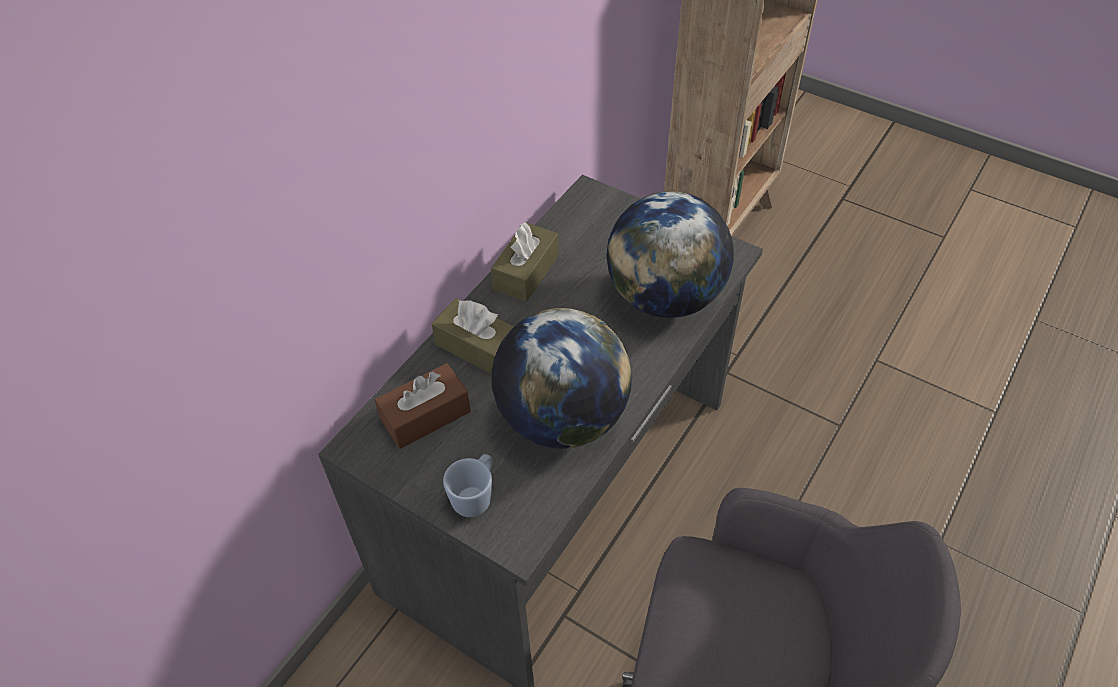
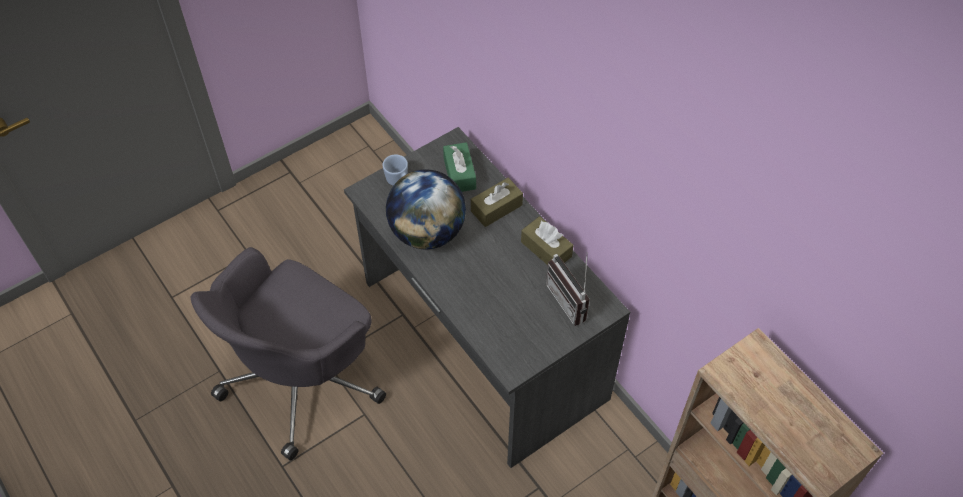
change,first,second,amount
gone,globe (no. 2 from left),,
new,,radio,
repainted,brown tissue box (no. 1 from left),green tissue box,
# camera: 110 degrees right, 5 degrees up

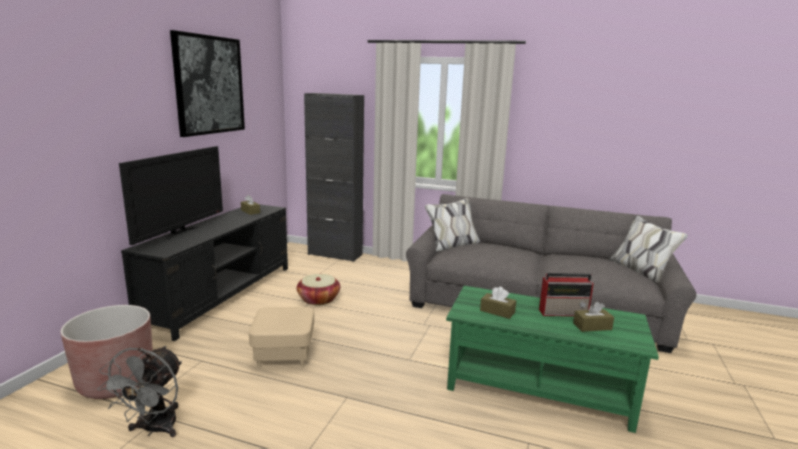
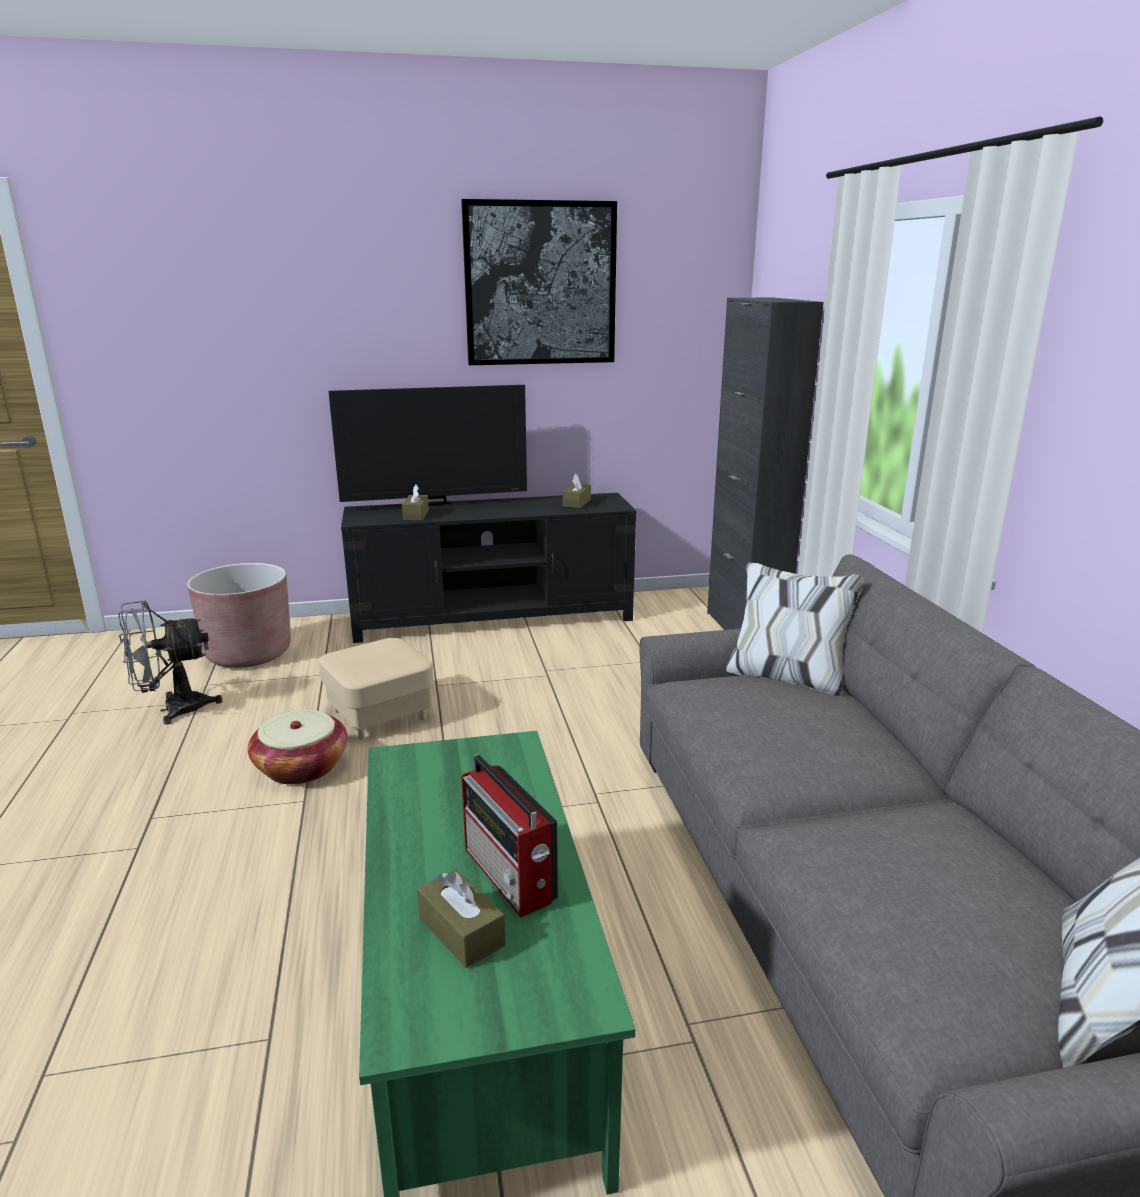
change,first,second,amount
shifted,basket,,
shifted,brown tissue box (no. 2 from left in the first image),brown tissue box (no. 1 from left),
# camera: 60 degrees right, 5 degrees up

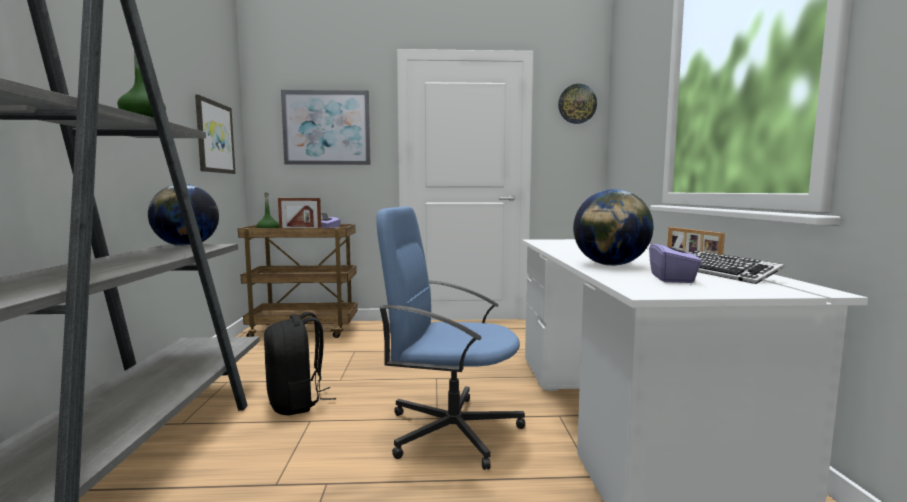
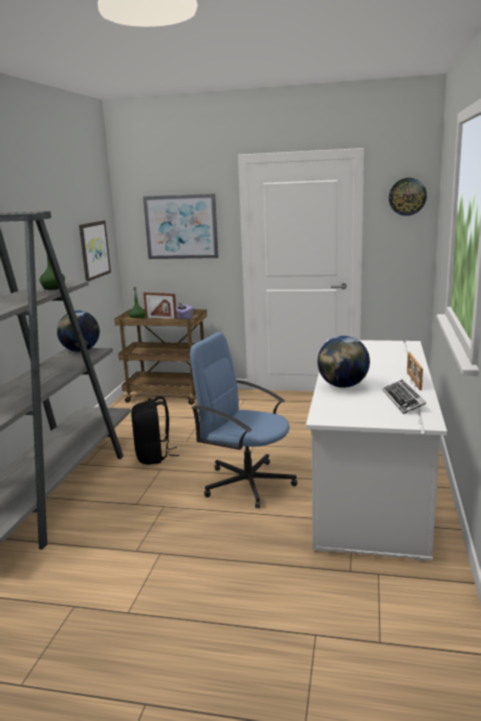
change,first,second,amount
gone,purple tissue box (no. 2 from left),,
# camera: 15 degrees right, 10 degrees up

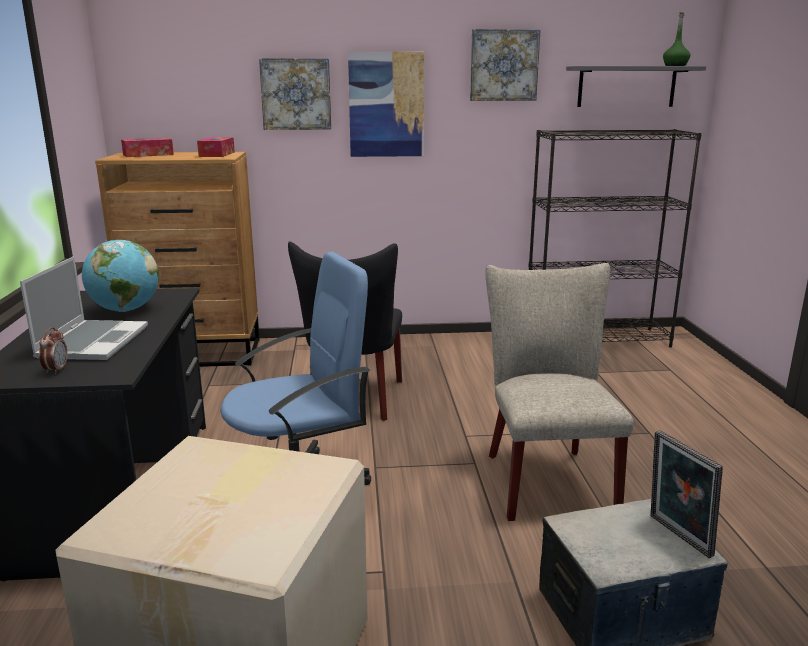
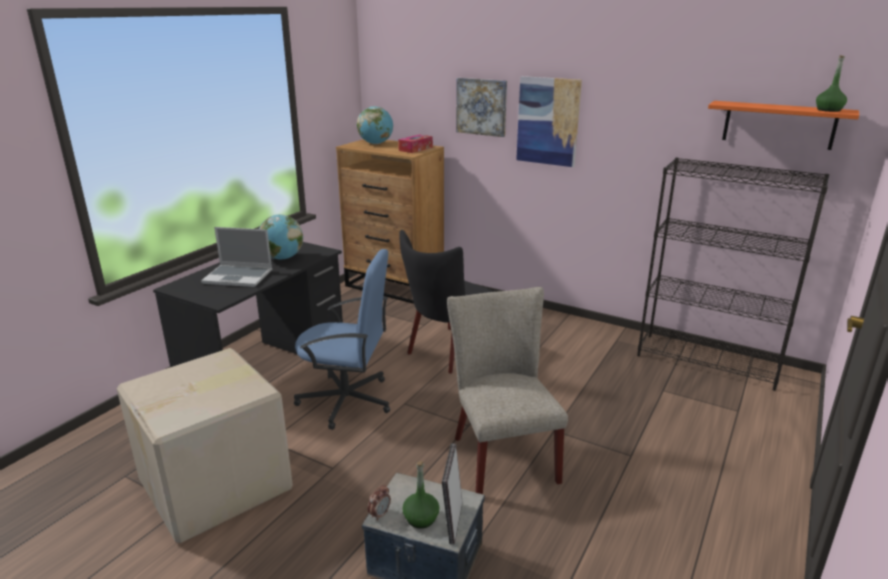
change,first,second,amount
gone,picture (no. 3 from left),,
new,,green bottle (no. 1 from left),
shifted,alarm clock,,
swapped,tissue box (no. 1 from left),globe (no. 2 from left),
repainted,grey shelf,orange shelf,
rotated,laptop,,60 degrees clockwise
rotated,beige chair,,45 degrees counterclockwise
# camera: 35 degrees right, 5 degrees up

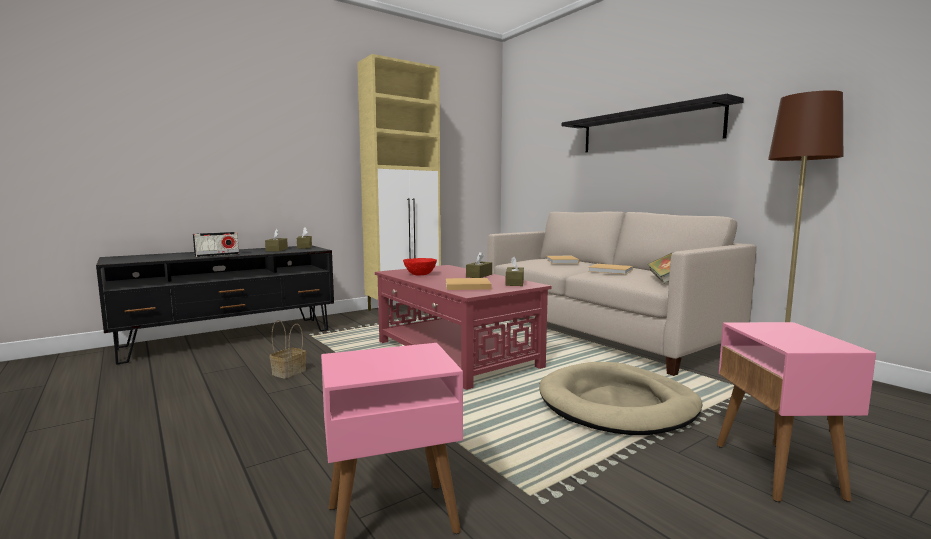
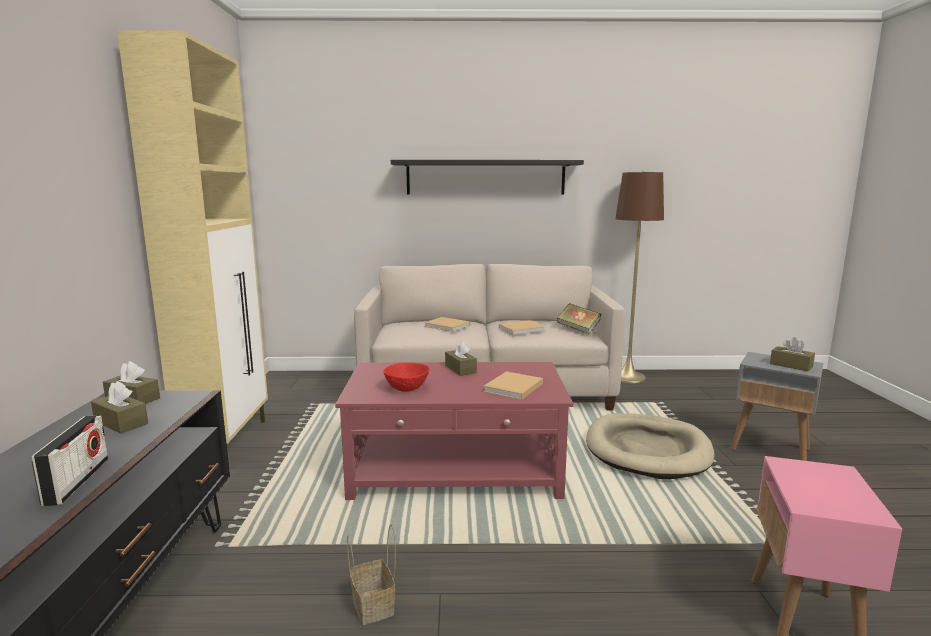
change,first,second,amount
shifted,brown tissue box (no. 4 from left),,
repainted,pink side table (no. 2 from left),grey side table,
# camera: 55 degrees left, 5 degrees up

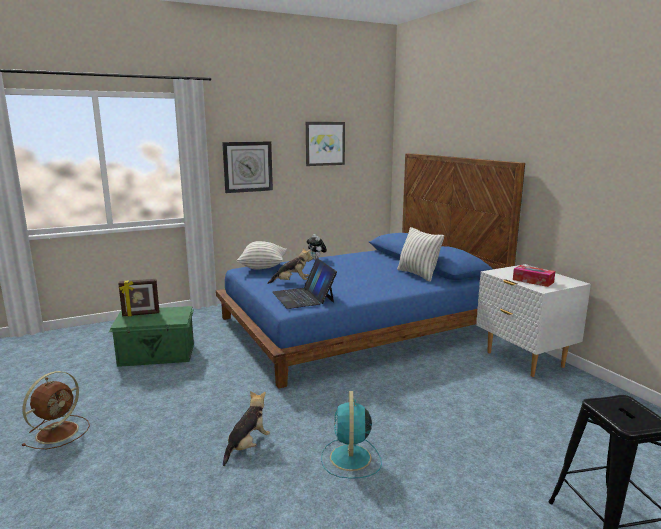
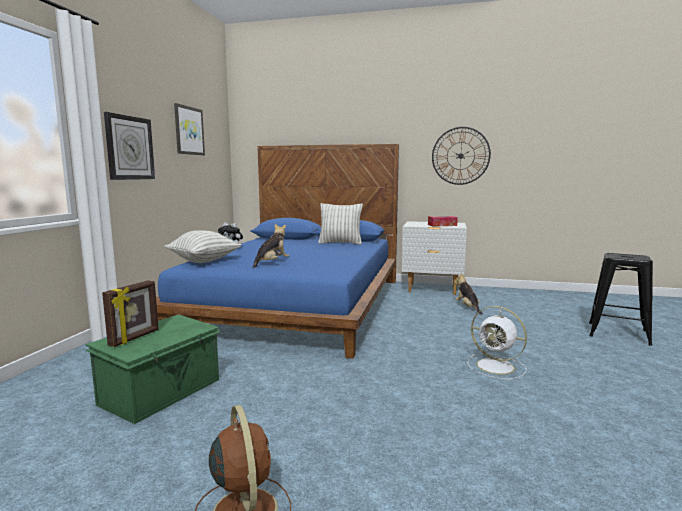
change,first,second,amount
gone,laptop,,
new,,wall clock (no. 2 from left),
shifted,plush toy (no. 1 from left in the first image),plush toy (no. 3 from left),
repainted,turquoise fan,white fan,
# camera: 50 degrees left, 5 degrees down

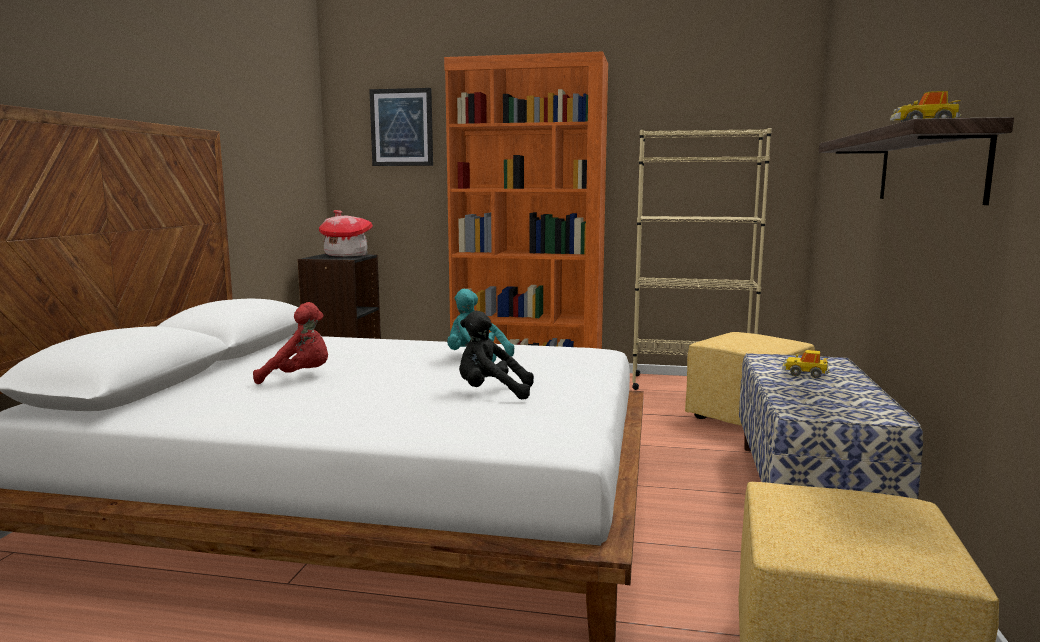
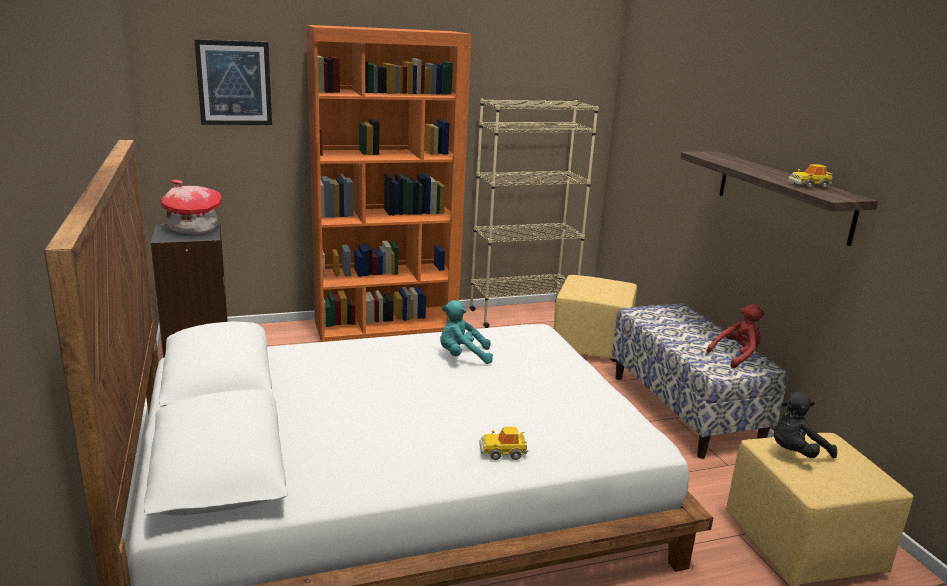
change,first,second,amount
shifted,red plush toy,,
shifted,black plush toy,,
shifted,toy car (no. 1 from left),,
# camera: 30 degrees left, 10 degrees up

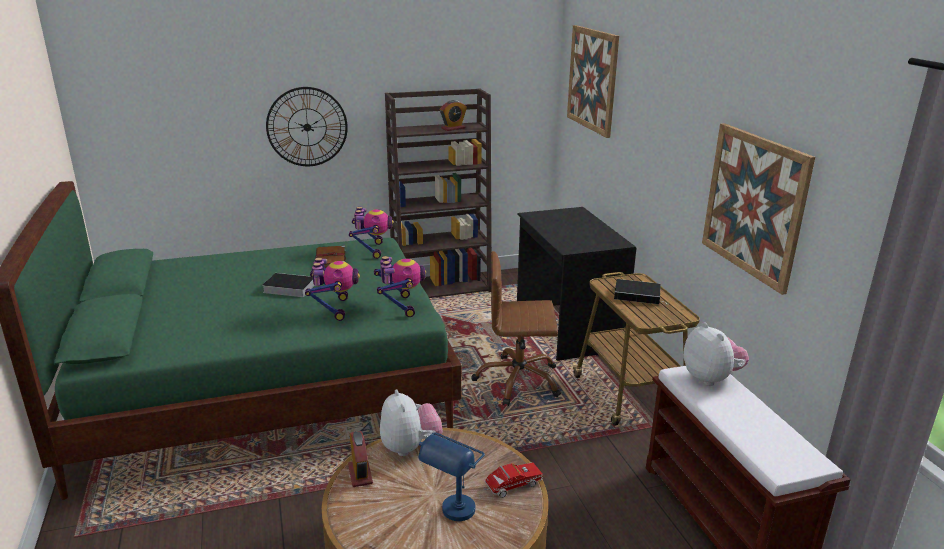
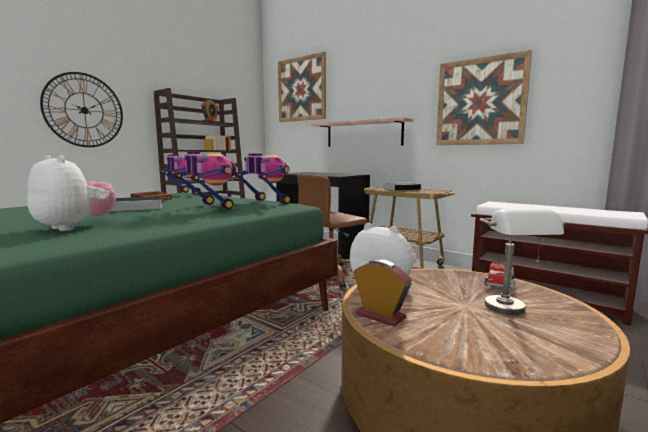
change,first,second,amount
new,,shelf,
shifted,plush toy (no. 2 from left in the first image),plush toy (no. 1 from left),
repainted,blue table lamp,grey table lamp,
# camera: 35 degrees left, 15 degrees down

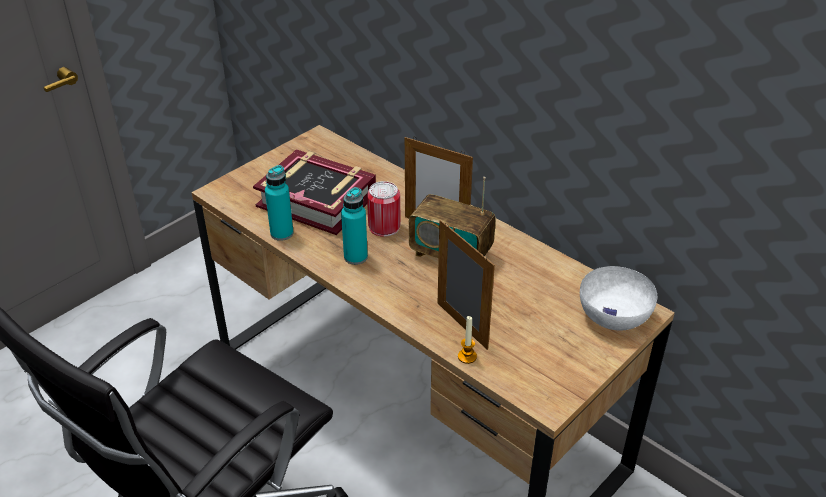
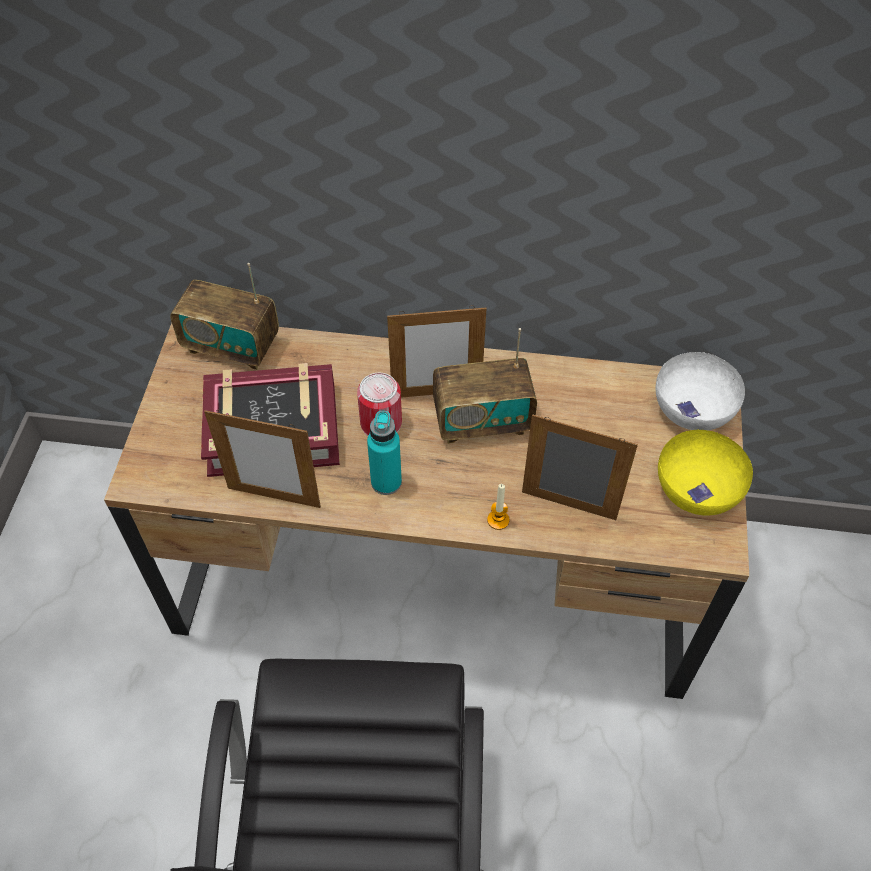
change,first,second,amount
new,,radio (no. 1 from left),
new,,yellow bowl,
shifted,candle,,
swapped,turquoise bottle (no. 1 from left),picture frame (no. 1 from left),
# camera: 35 degrees left, 15 degrees up

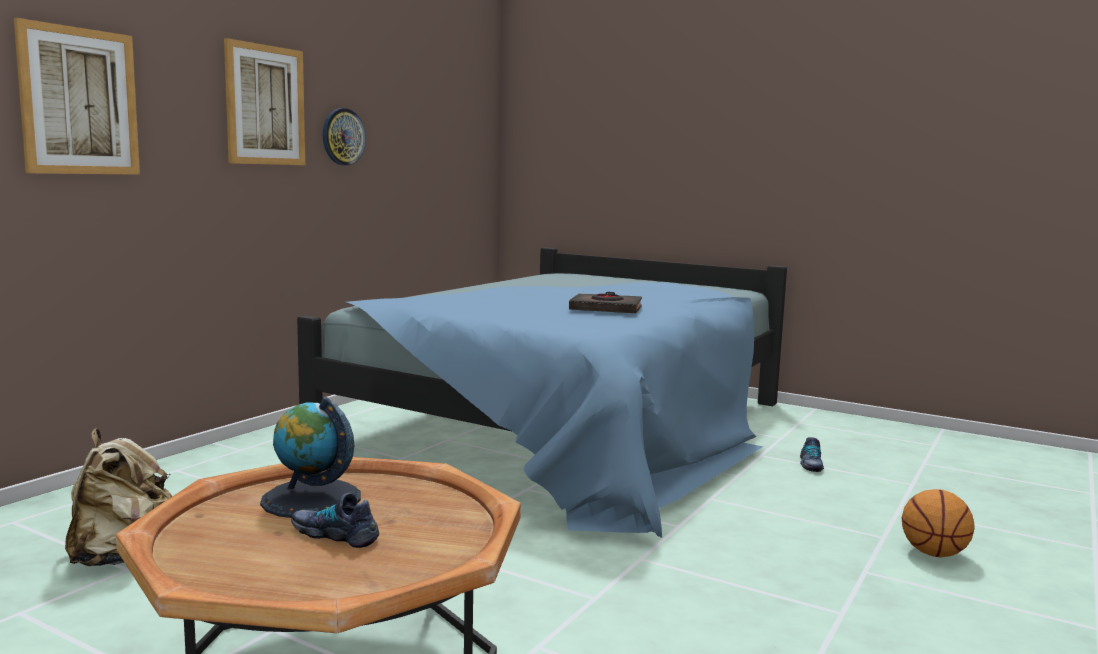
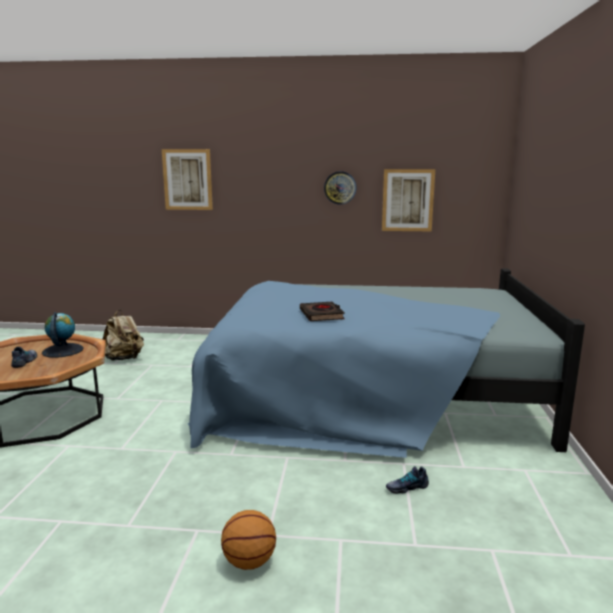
change,first,second,amount
shifted,picture (no. 2 from left),,
# camera: 65 degrees right, 5 degrees up

